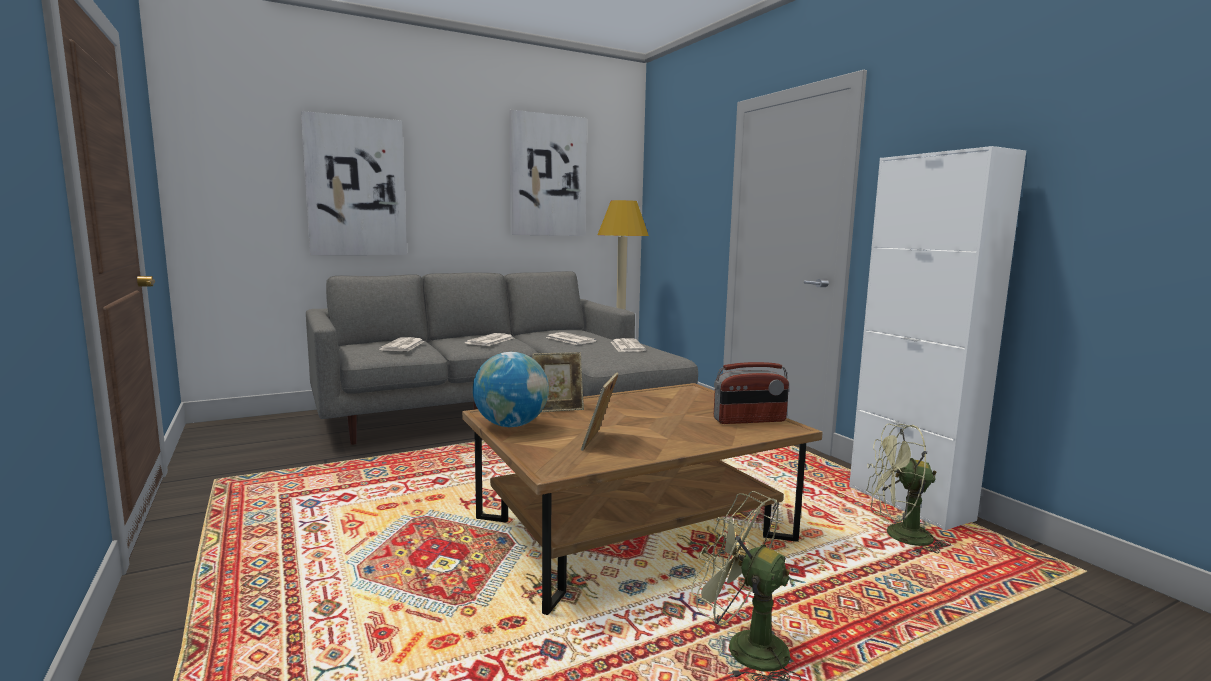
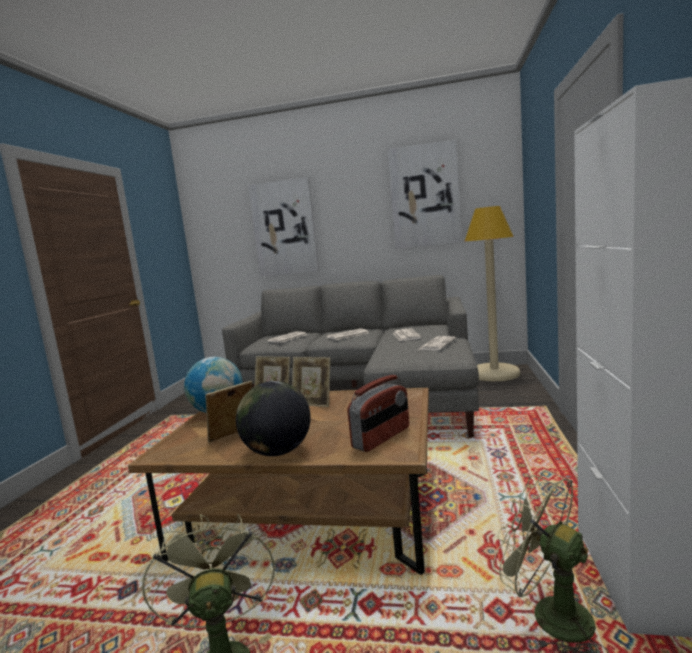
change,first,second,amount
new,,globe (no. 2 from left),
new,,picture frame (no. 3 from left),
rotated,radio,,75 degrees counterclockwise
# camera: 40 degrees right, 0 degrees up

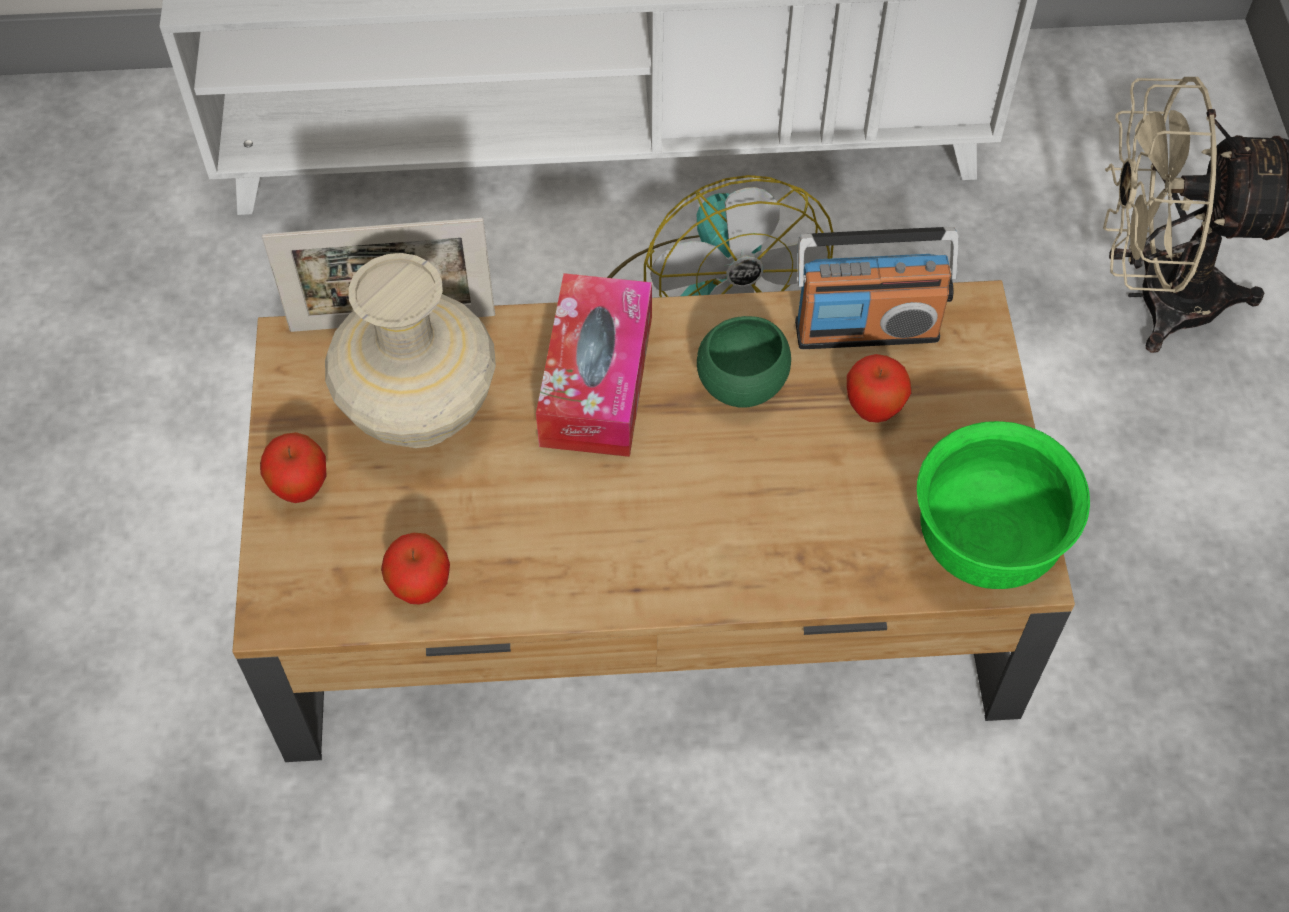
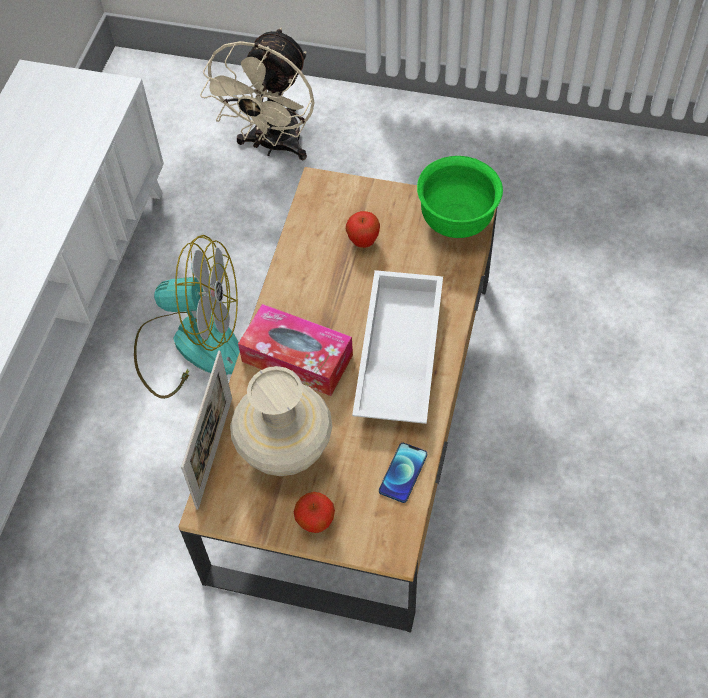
change,first,second,amount
gone,green bowl (no. 1 from left),,
gone,radio,,
new,,white tray,
swapped,apple (no. 2 from left),phone,
# camera: 70 degrees left, 0 degrees up

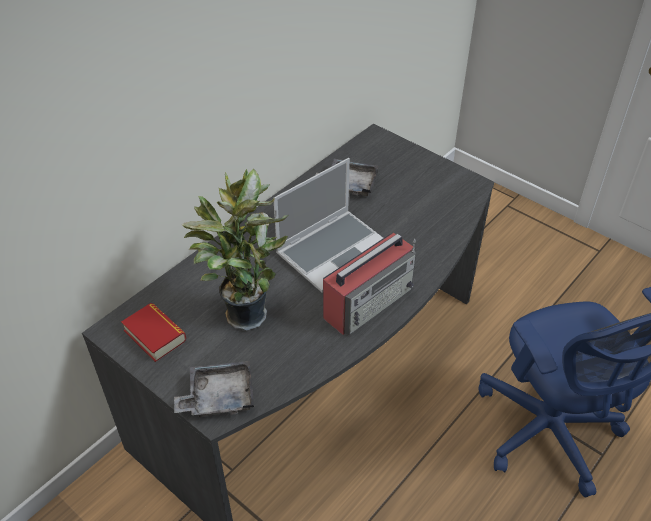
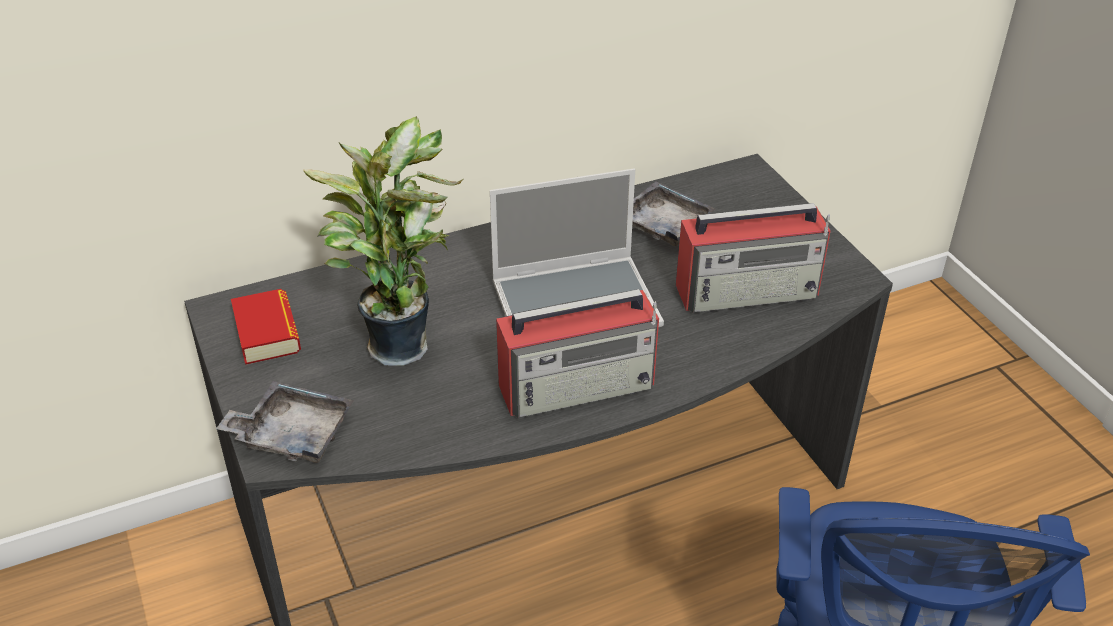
change,first,second,amount
new,,radio (no. 2 from left),
# camera: 25 degrees right, 5 degrees down

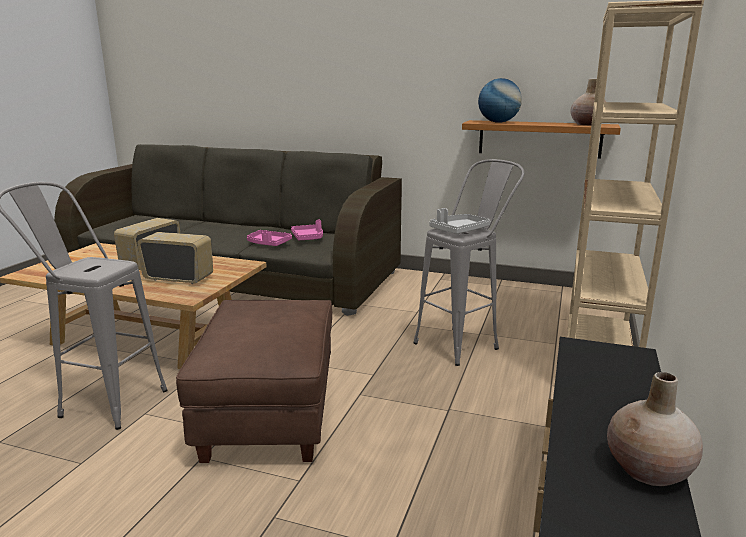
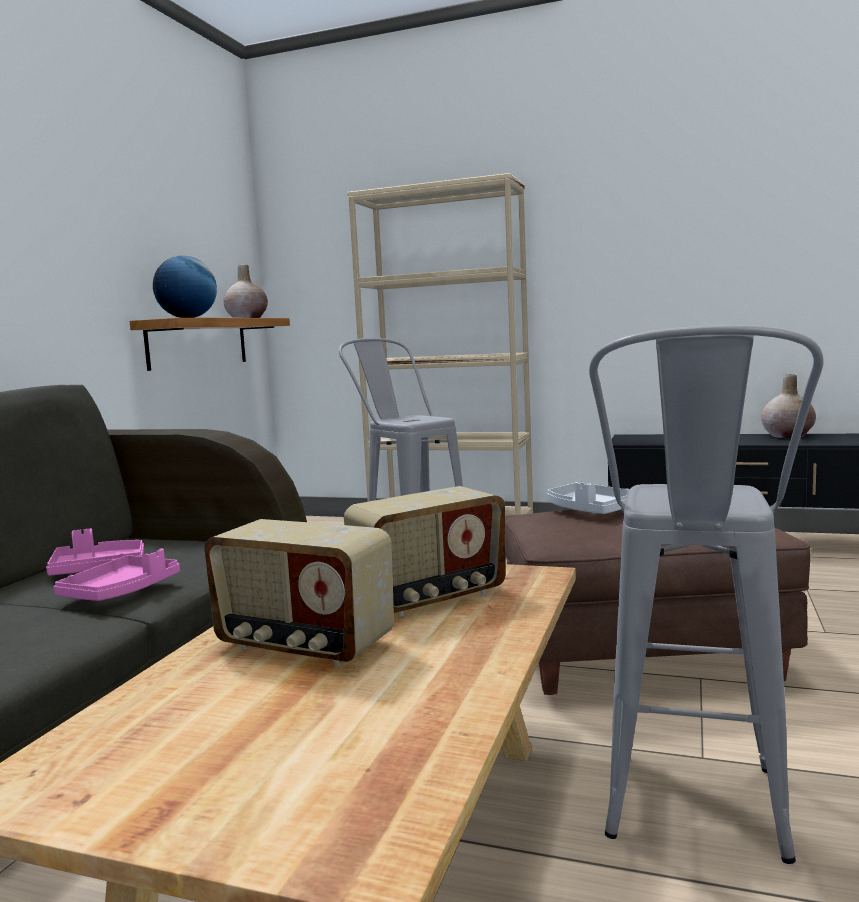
change,first,second,amount
shifted,grey tray,,
rotated,radio (no. 2 from left),,135 degrees counterclockwise
# camera: 90 degrees left, 10 degrees down

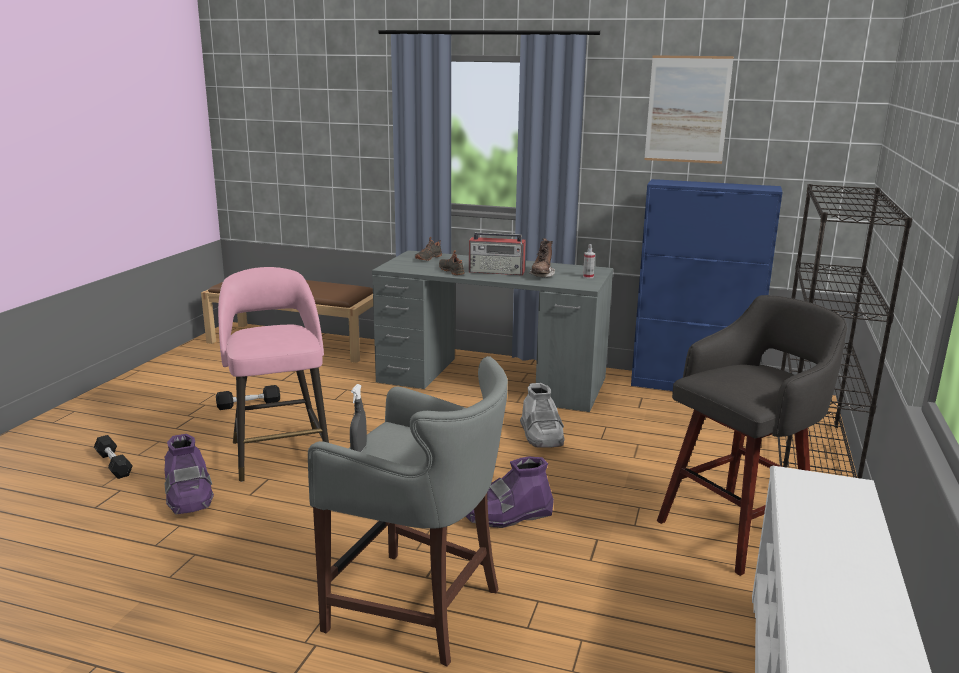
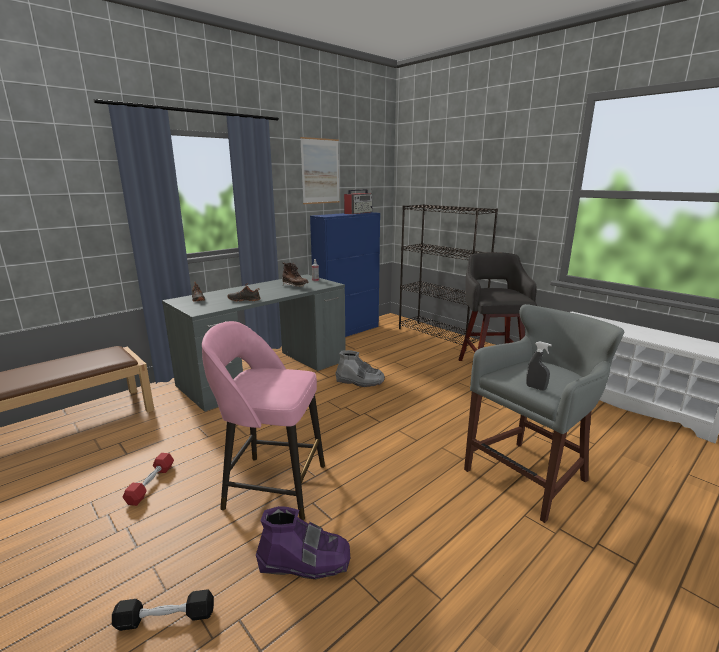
change,first,second,amount
gone,purple boot (no. 2 from left),,
shifted,radio,,
repainted,black dumbbell (no. 2 from left),red dumbbell,
# camera: 60 degrees left, 0 degrees up

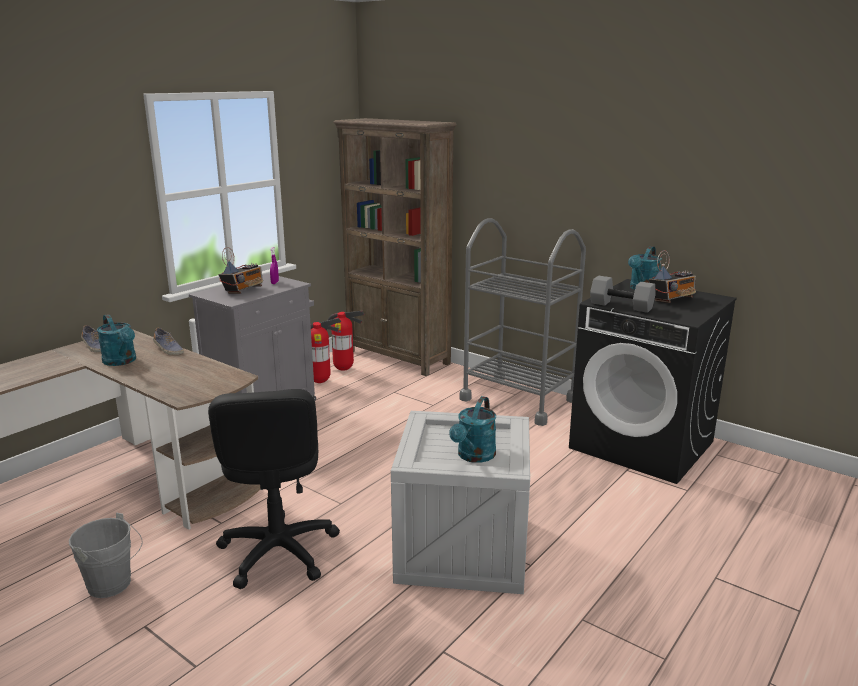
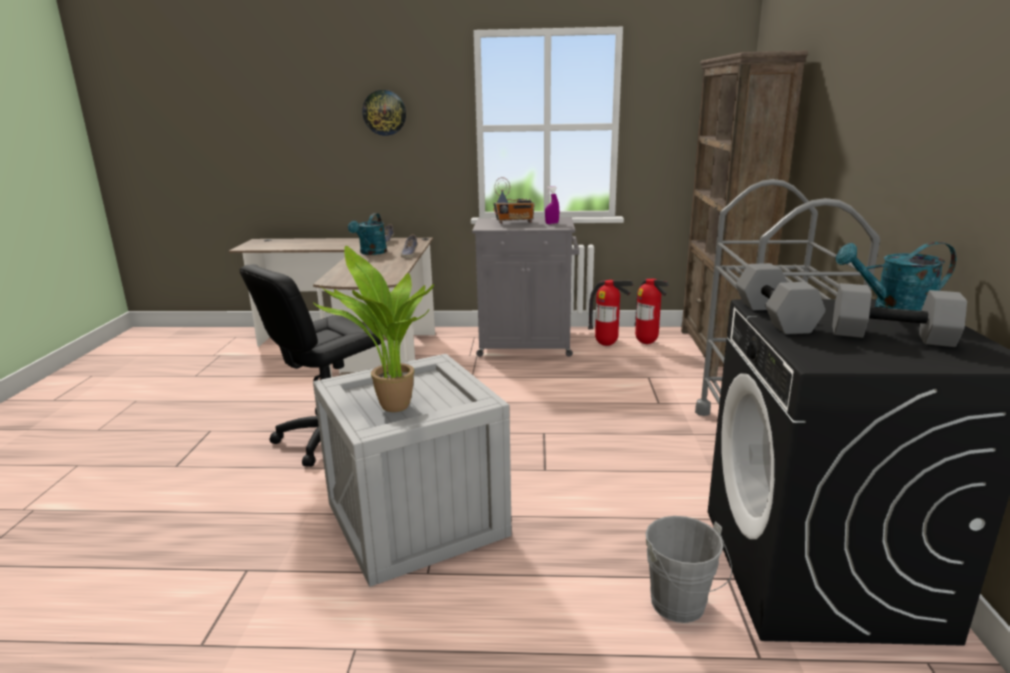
change,first,second,amount
new,,wall clock,
shifted,grey bucket,,
swapped,turquoise watering can (no. 2 from left),potted plant,
swapped,radio (no. 2 from left),grey dumbbell (no. 2 from left),
# camera: 55 degrees right, 0 degrees up

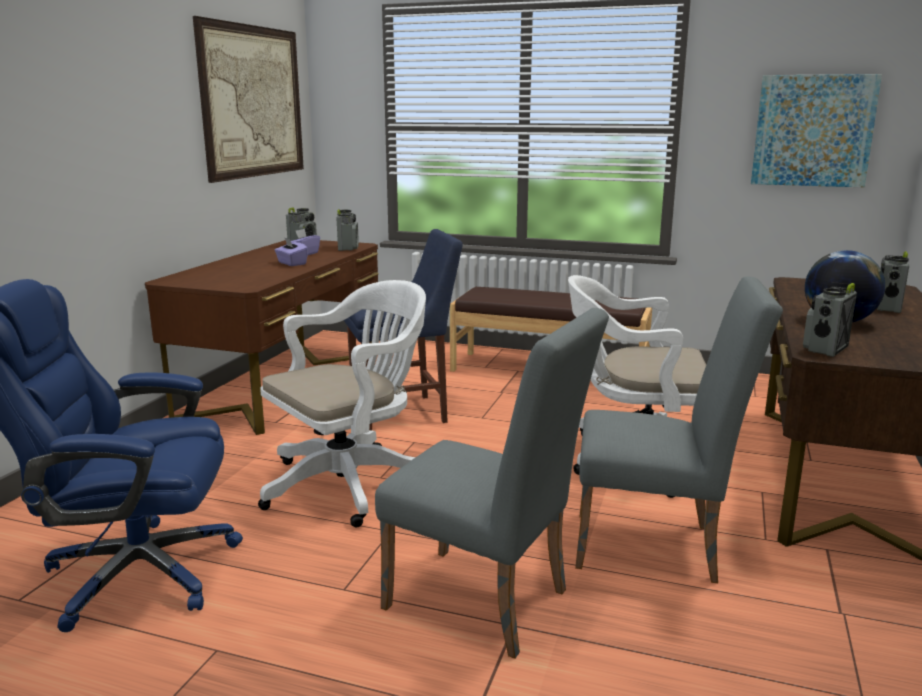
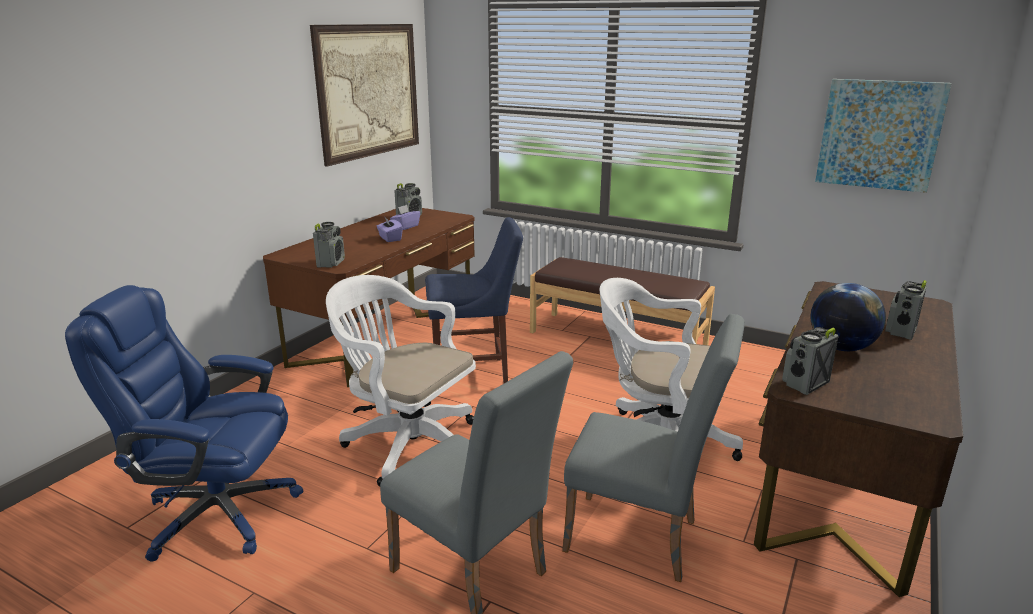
change,first,second,amount
shifted,radio (no. 2 from left in the first image),radio (no. 1 from left),
rotated,white office chair (no. 1 from left),,120 degrees counterclockwise
# camera: 10 degrees right, 5 degrees up

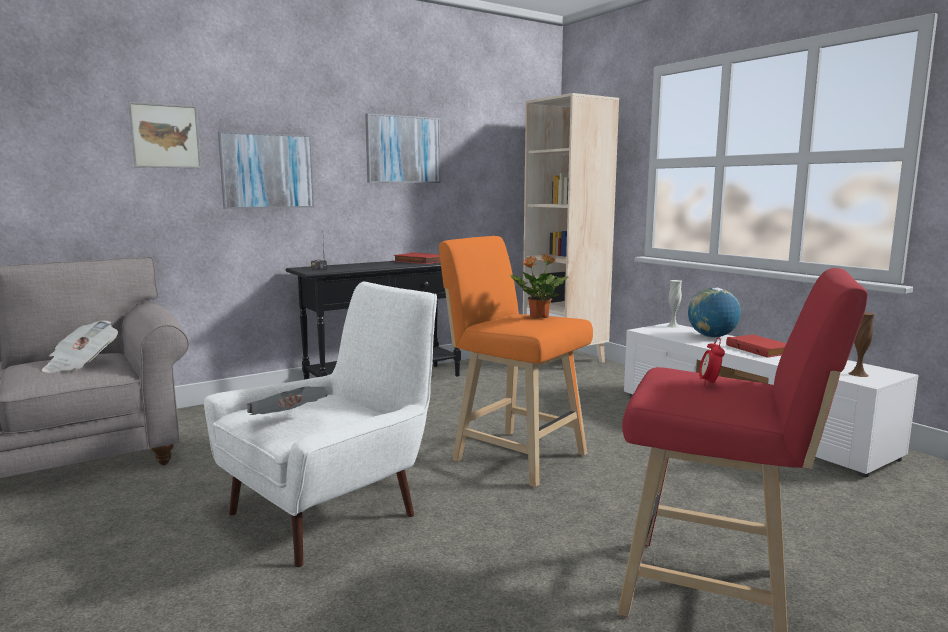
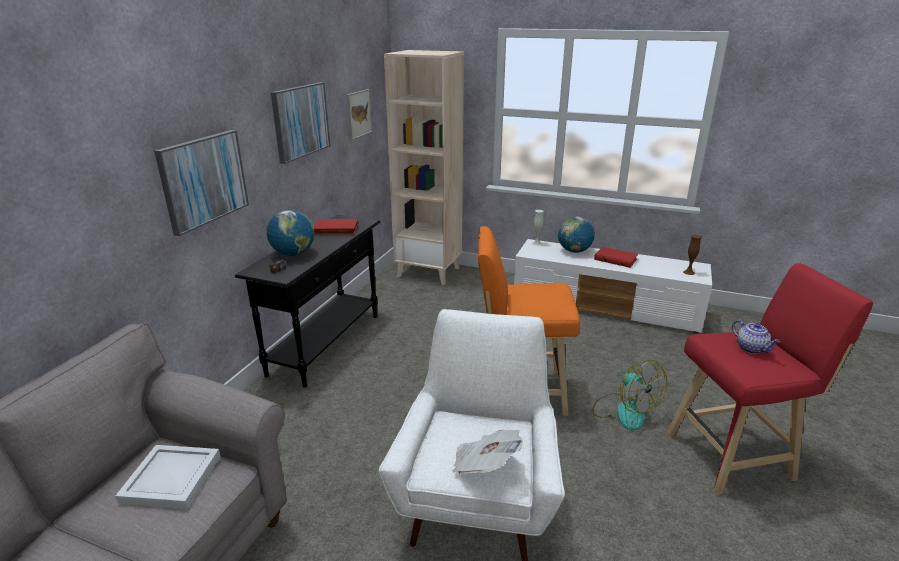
change,first,second,amount
gone,potted plant,,
new,,globe (no. 1 from left),
new,,fan,
shifted,picture (no. 1 from left in the first image),picture (no. 3 from left),
swapped,newspaper (no. 1 from left),white tray,
swapped,alarm clock,teapot,
# camera: 35 degrees left, 15 degrees up

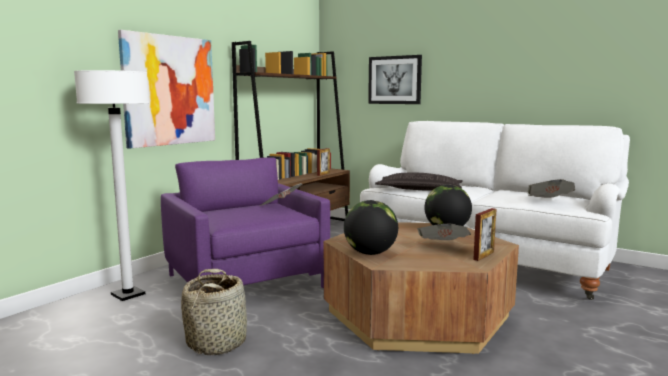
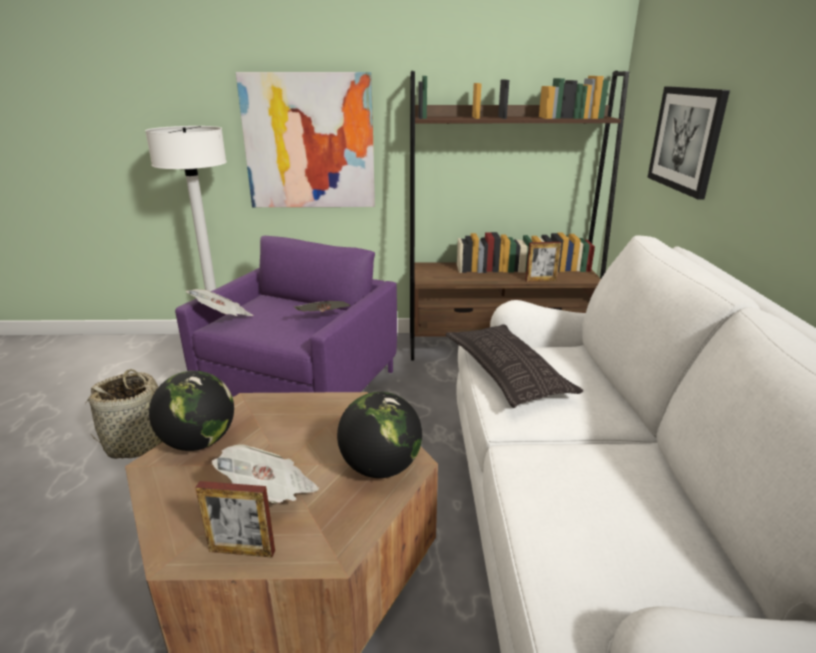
change,first,second,amount
shifted,newspaper (no. 3 from left in the first image),newspaper (no. 1 from left),
# camera: 55 degrees right, 15 degrees up

